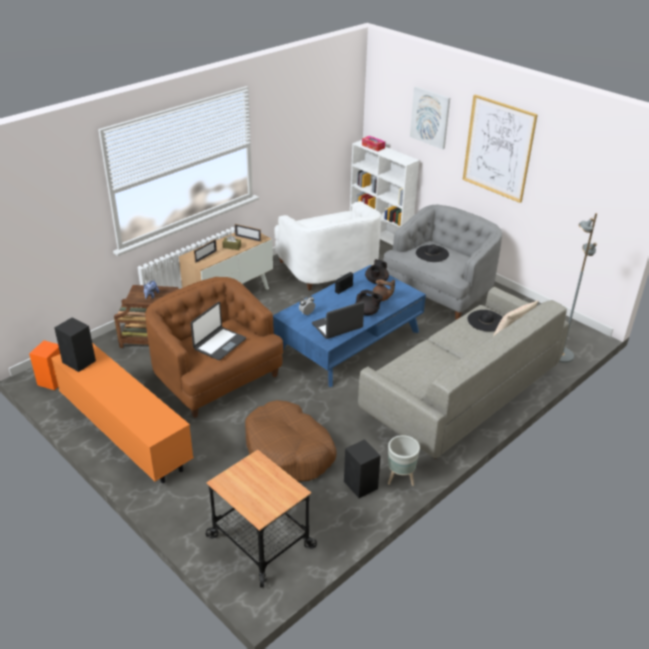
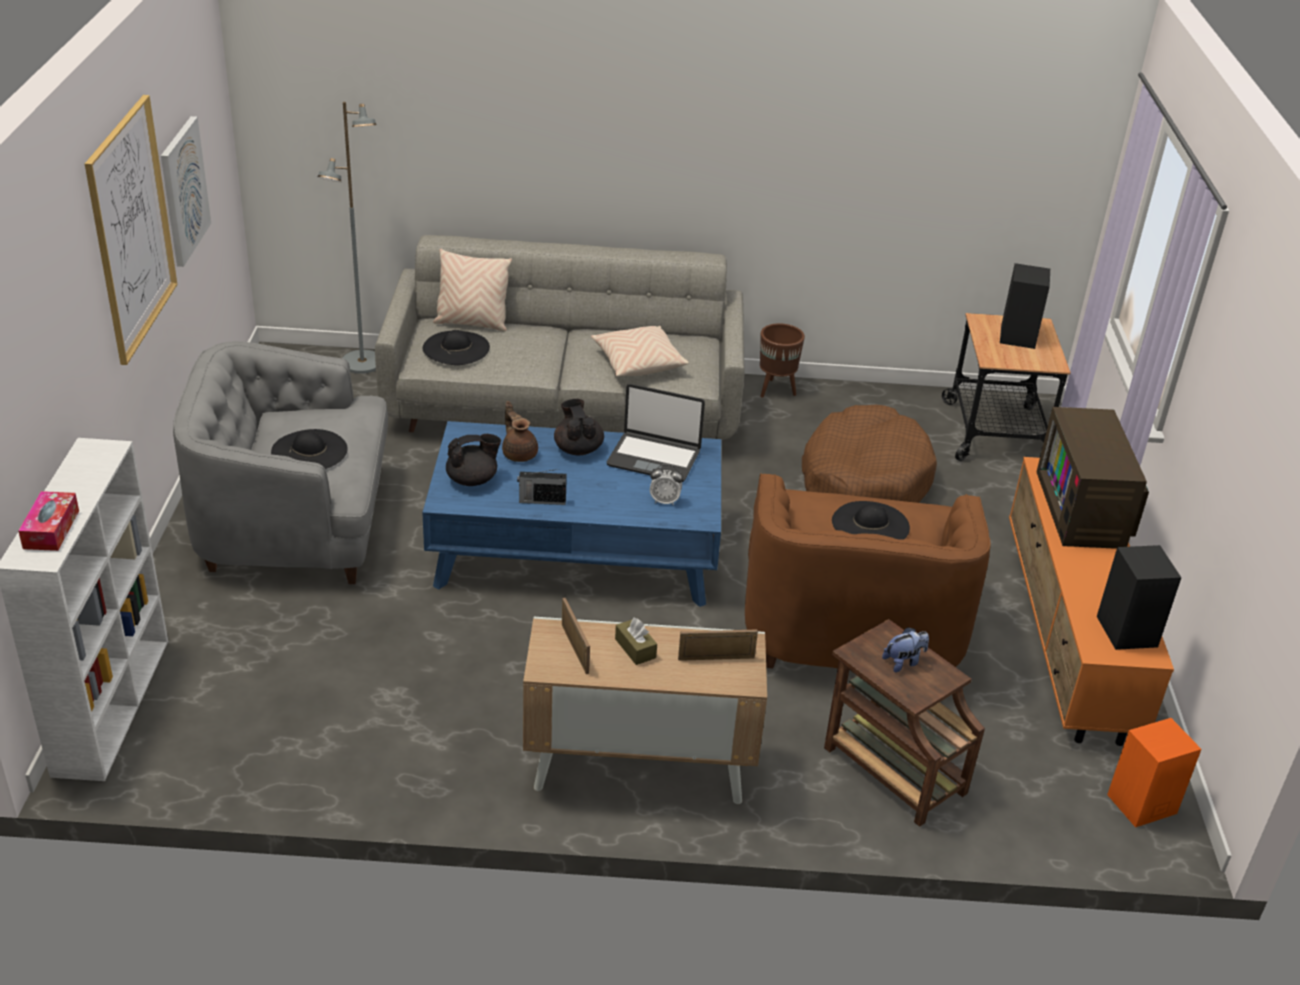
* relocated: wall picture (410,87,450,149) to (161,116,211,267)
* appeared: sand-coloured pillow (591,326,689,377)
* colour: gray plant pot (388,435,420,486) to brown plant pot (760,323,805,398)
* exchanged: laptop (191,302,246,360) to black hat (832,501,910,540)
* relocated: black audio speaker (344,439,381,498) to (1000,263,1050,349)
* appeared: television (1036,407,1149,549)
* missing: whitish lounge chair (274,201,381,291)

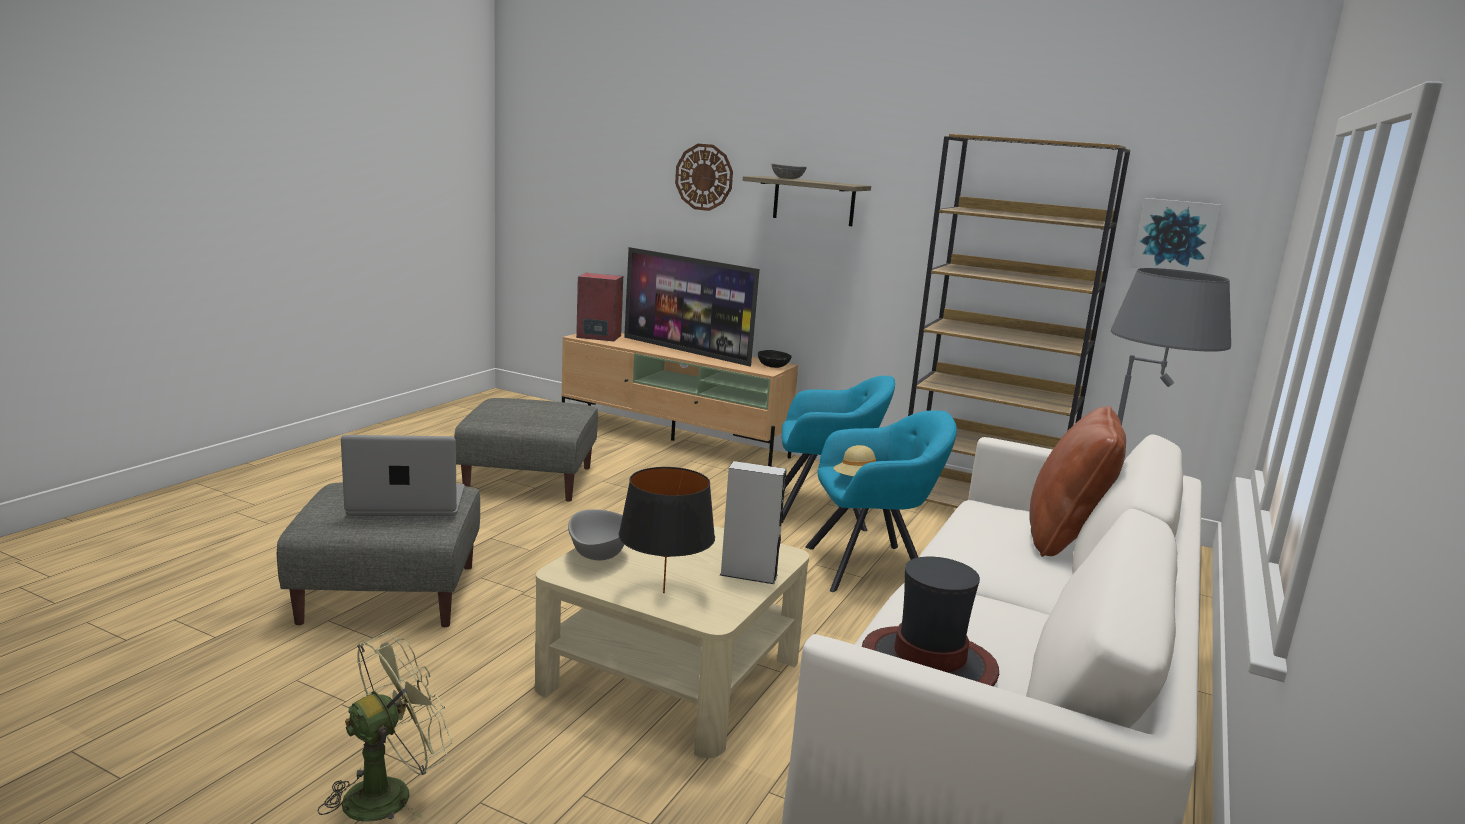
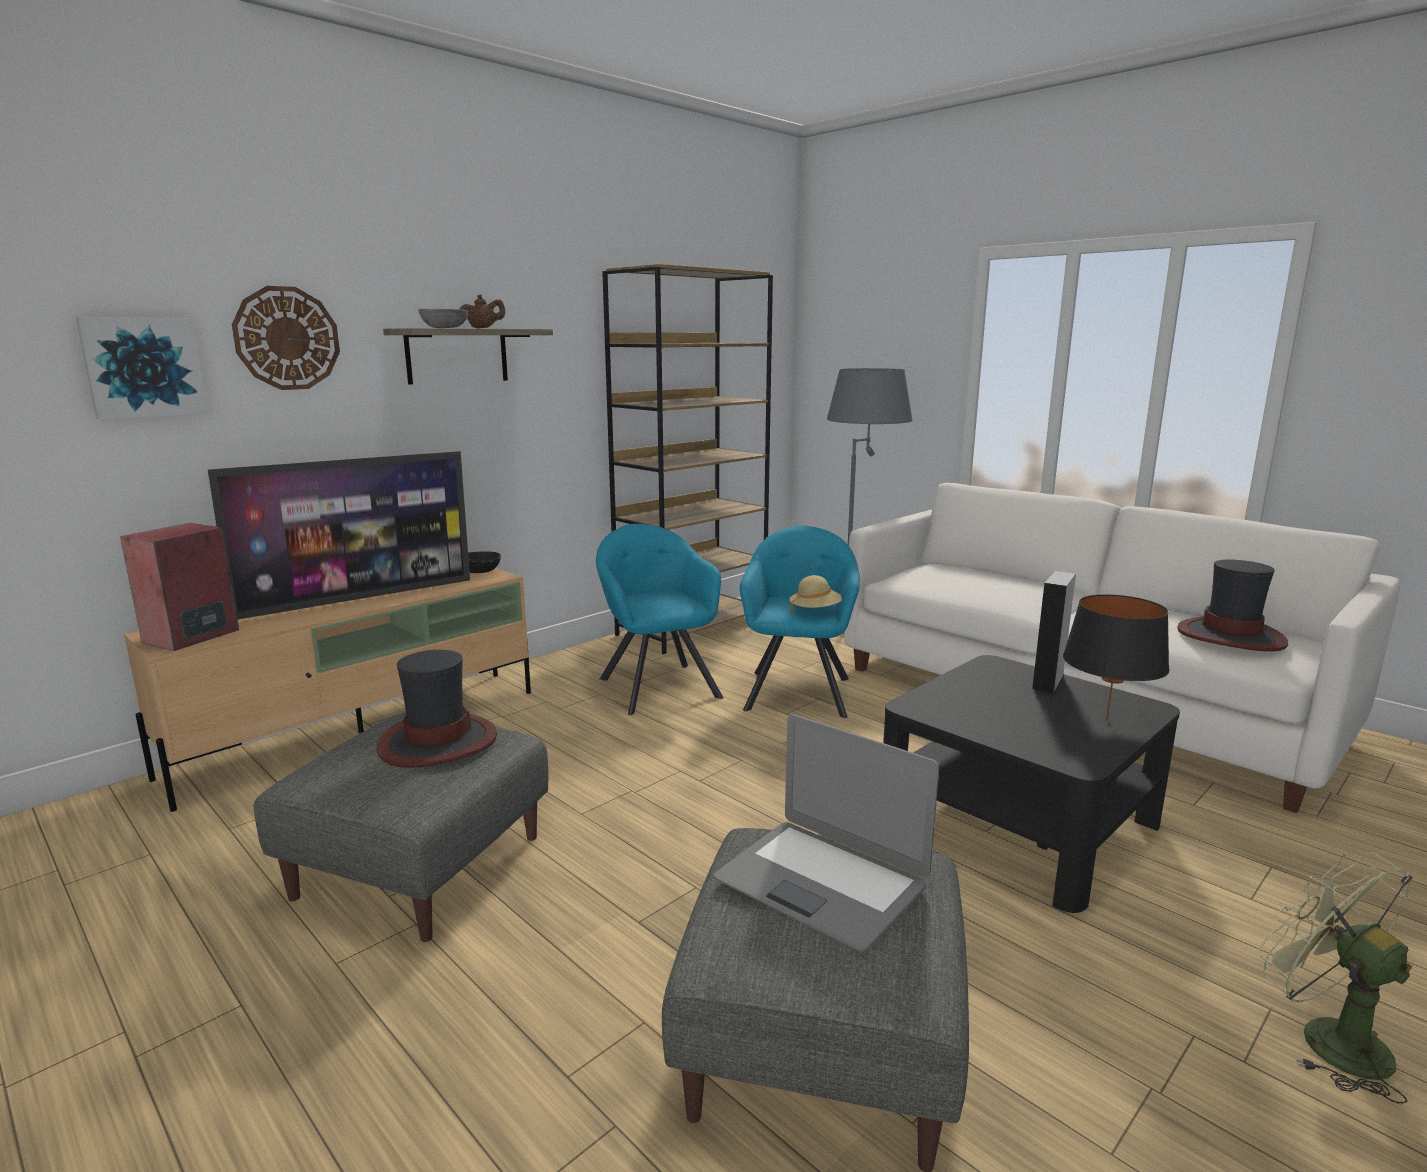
* relocated: wall picture (1132,198,1221,274) to (76,317,208,420)
* appeared: hat (376,650,497,768)
* appeared: brown pot for tea (459,295,505,329)
* spun: turquoise-coloured lounge chair (782,376,895,531) = (596,524,724,715) 45 degrees counterclockwise
* spun: laptop (341,435,465,516) = (714,714,939,952) 60 degrees counterclockwise
* colour: sand-coloured coffee table (535,526,809,758) to black coffee table (883,655,1180,913)
* missing: gray bowl (568,509,624,560)
* missing: brown pillow (1029,406,1126,557)

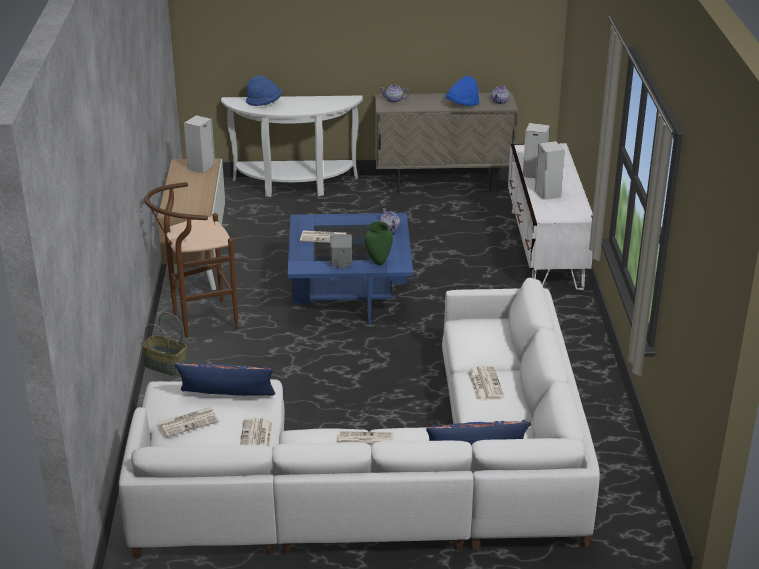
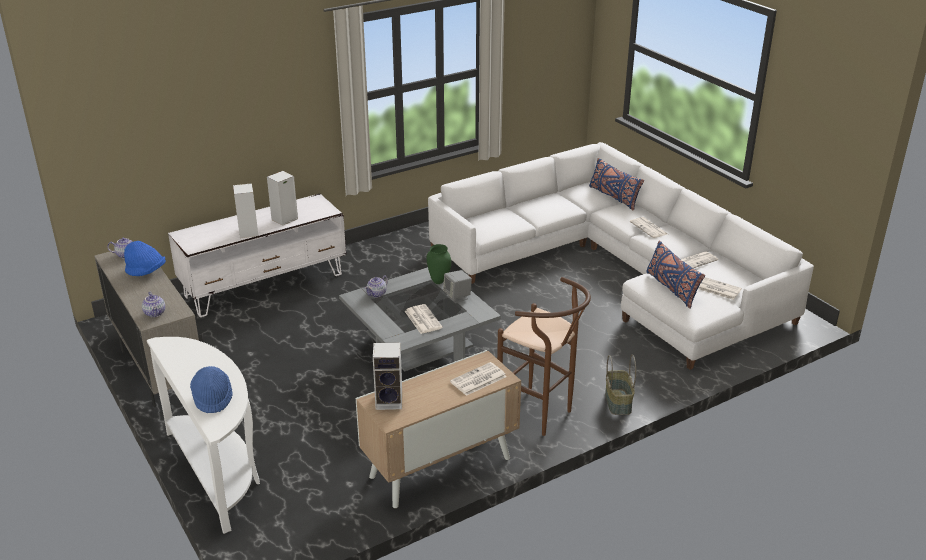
* colour: bluish coffee table (288,213,413,324) to gray coffee table (339,267,501,372)
* relocated: daily paper (468,366,505,401) to (450,362,507,396)

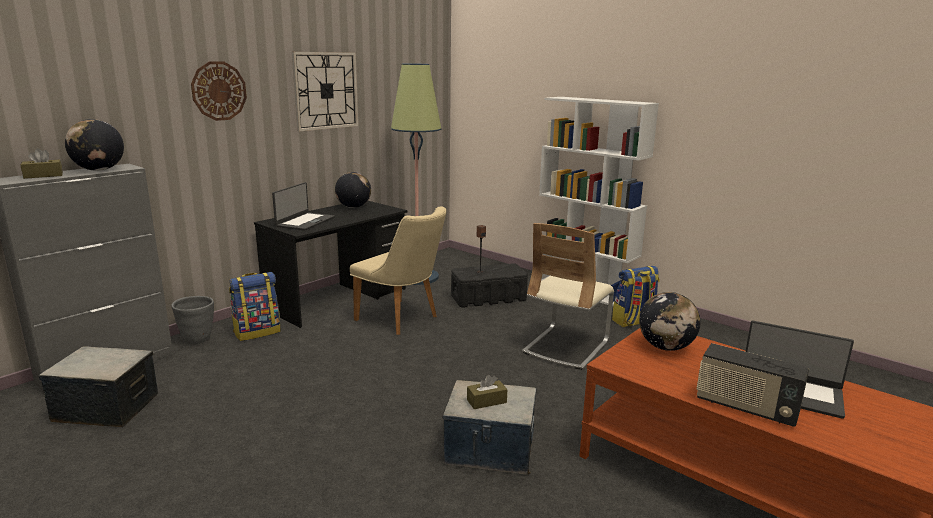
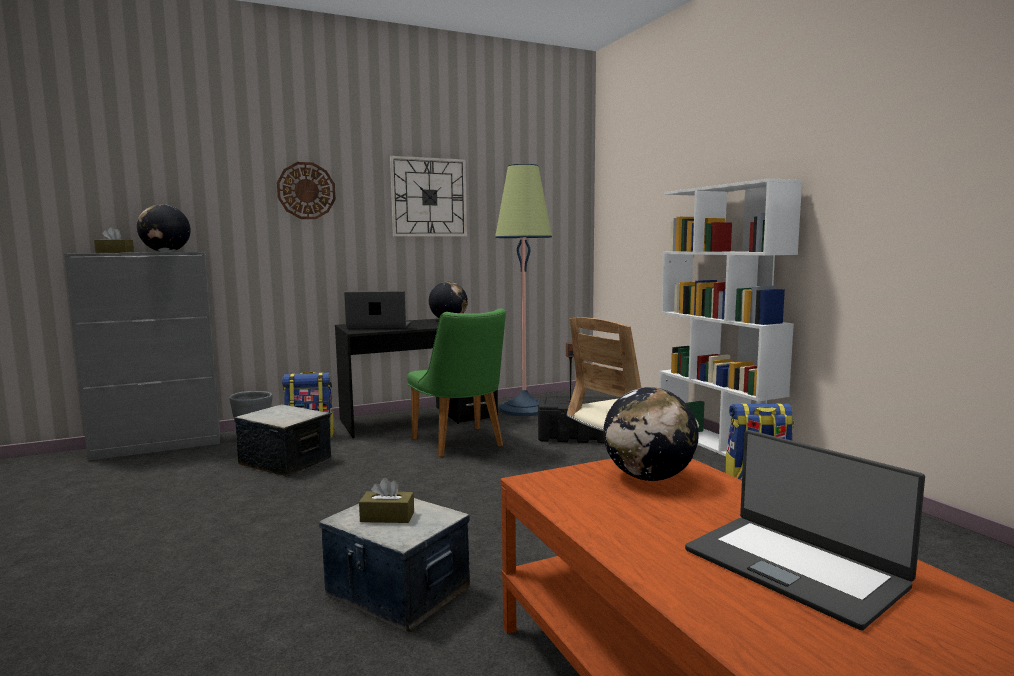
* relocated: storage container (39,346,158,427) to (234,404,331,477)
* spun: laptop (272,182,335,231) = (344,291,411,329) 135 degrees counterclockwise
* colour: sand-coloured upright chair (350,206,446,335) to green-coloured upright chair (407,308,506,457)
* missing: radio set (696,343,809,427)

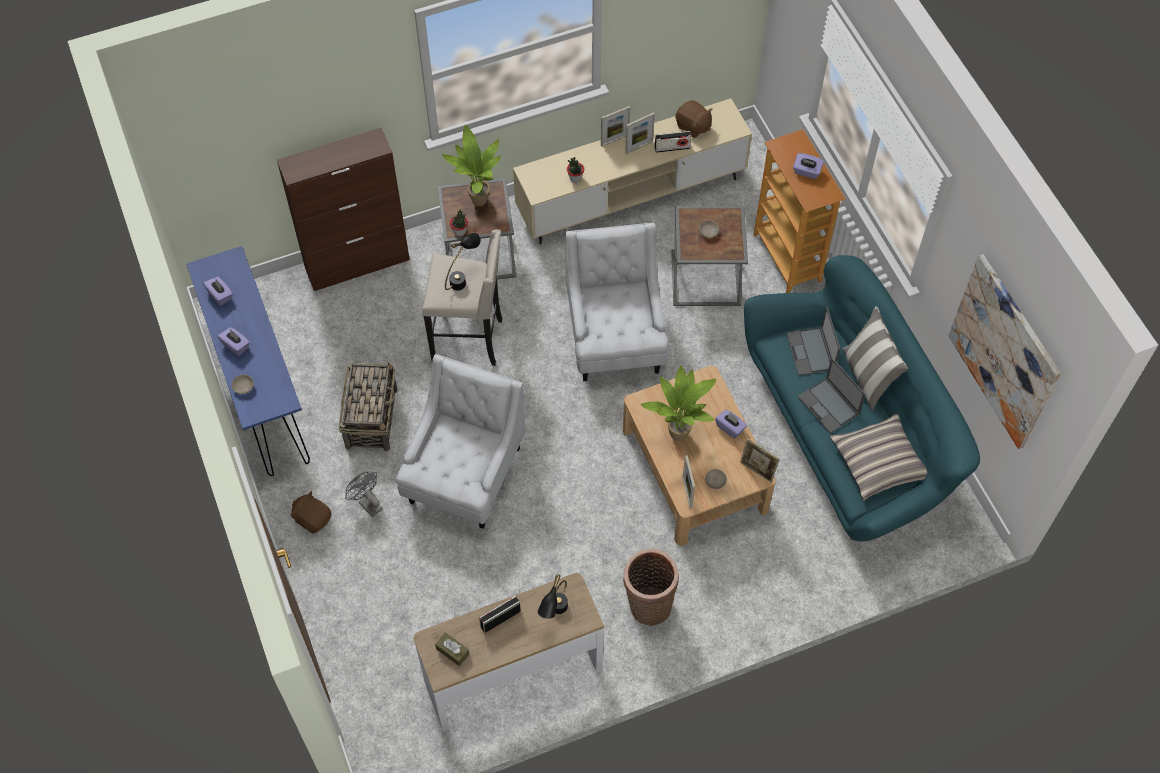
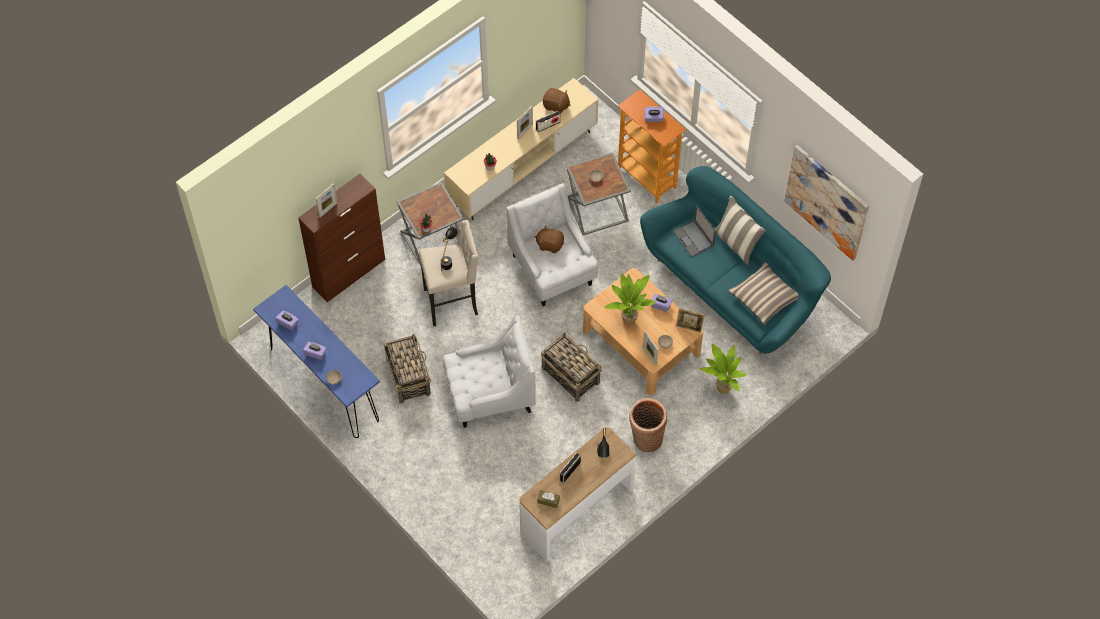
* relocated: picture frame (601,106,630,147) to (316,183,338,218)
* spun: whitish lounge chair (396,354,526,529) = (443,315,536,428) 75 degrees clockwise
* relocated: brown plush toy (290,491,332,534) to (535,225,564,253)
* appeared: basket (541,332,602,402)
* relocated: plant in a pot (442,125,501,206) to (700,343,746,394)
* missing: gray fan (345,472,383,517)
* missing: laptop (797,358,866,433)

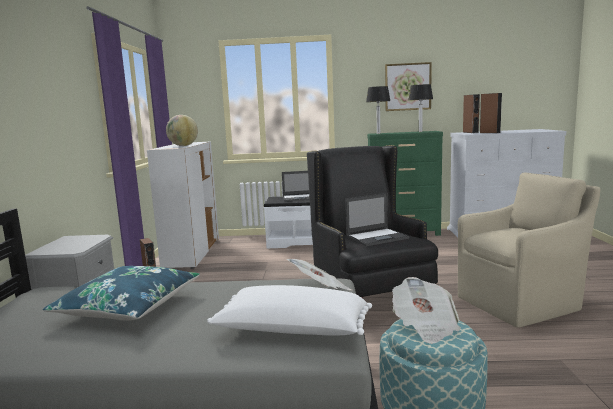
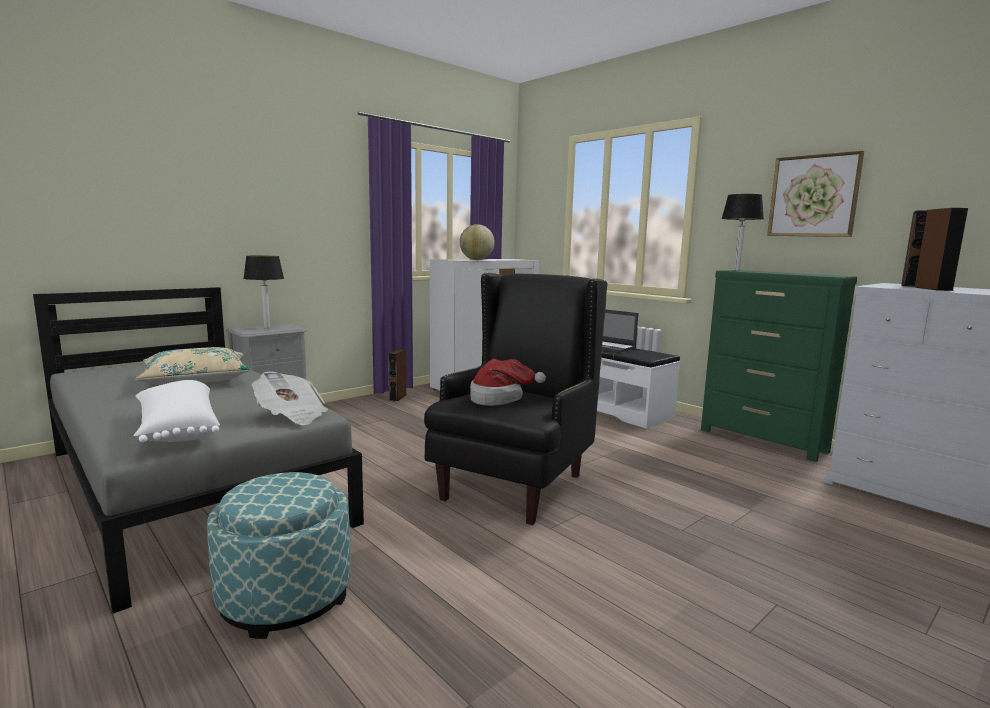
* colour: bluish pillow (42,266,200,321) to sand-coloured pillow (135,347,251,385)
* relocated: tabletop lamp (409,84,433,132) to (243,255,284,328)
* exchanged: laptop (345,193,409,246) to hat (470,359,546,406)
* missing: daily paper (392,277,461,344)
* missing: sand-coloured lounge chair (458,173,600,328)

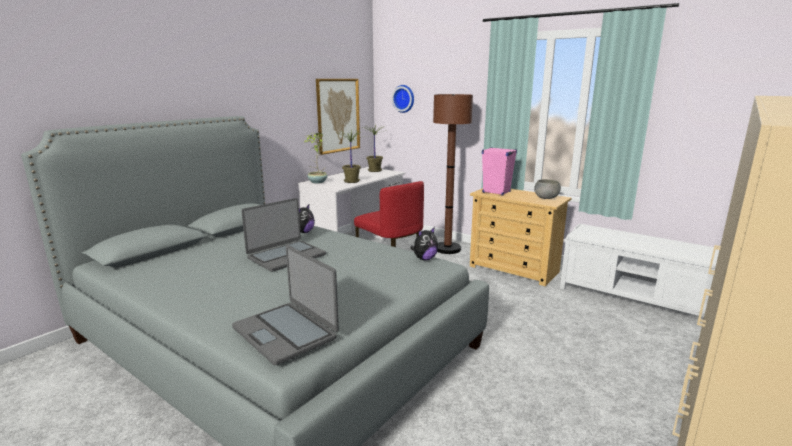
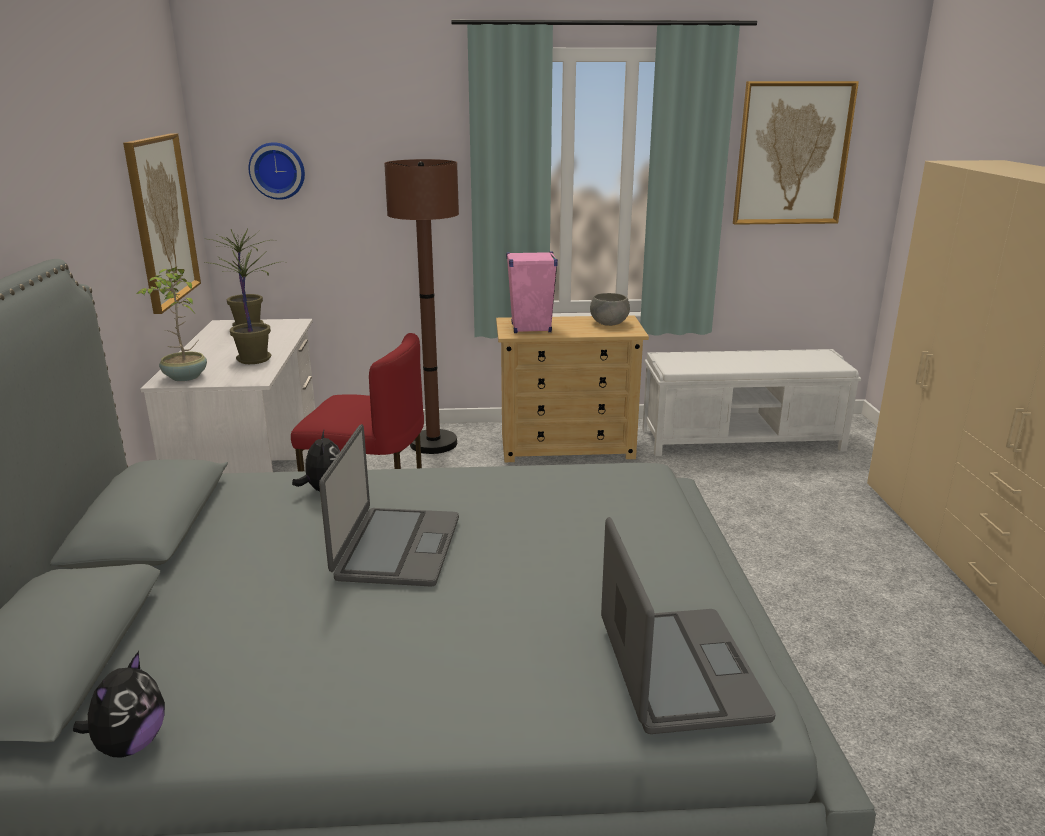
* relocated: plush toy (410,227,438,260) to (73,651,165,758)
* spun: laptop (232,245,339,366) = (601,517,776,734) 105 degrees counterclockwise
* appeared: wall picture (733,81,859,225)

